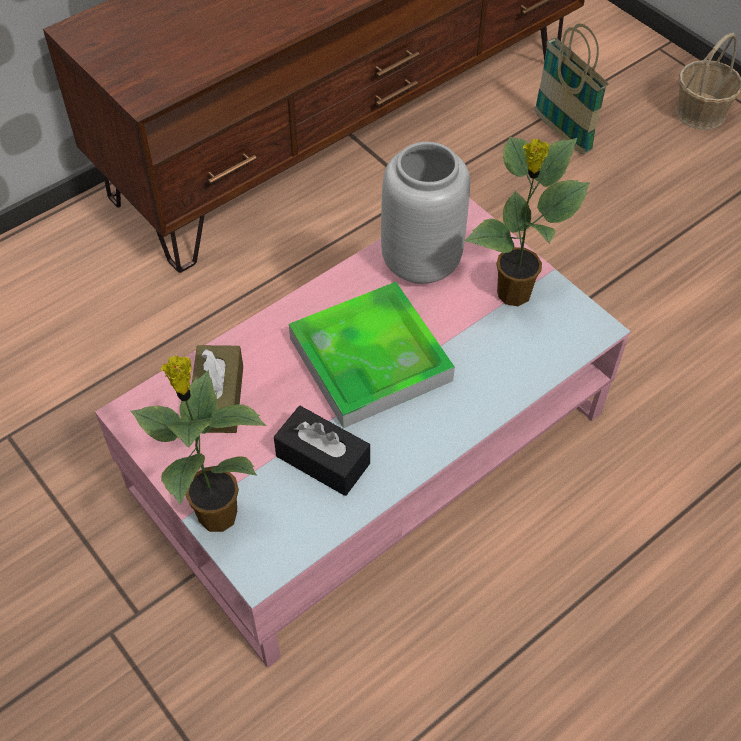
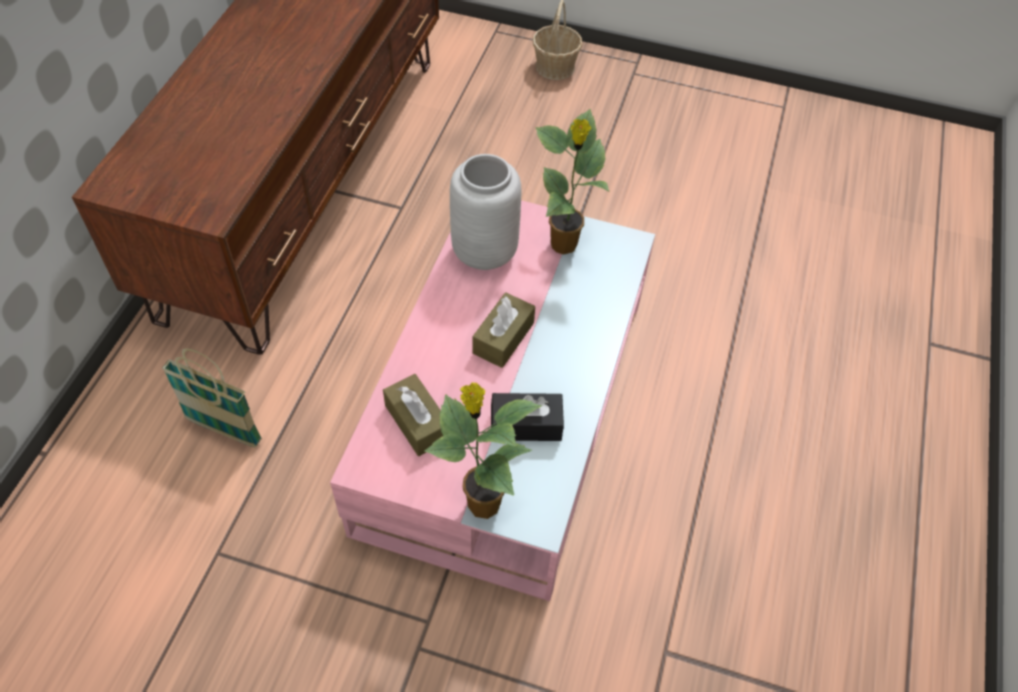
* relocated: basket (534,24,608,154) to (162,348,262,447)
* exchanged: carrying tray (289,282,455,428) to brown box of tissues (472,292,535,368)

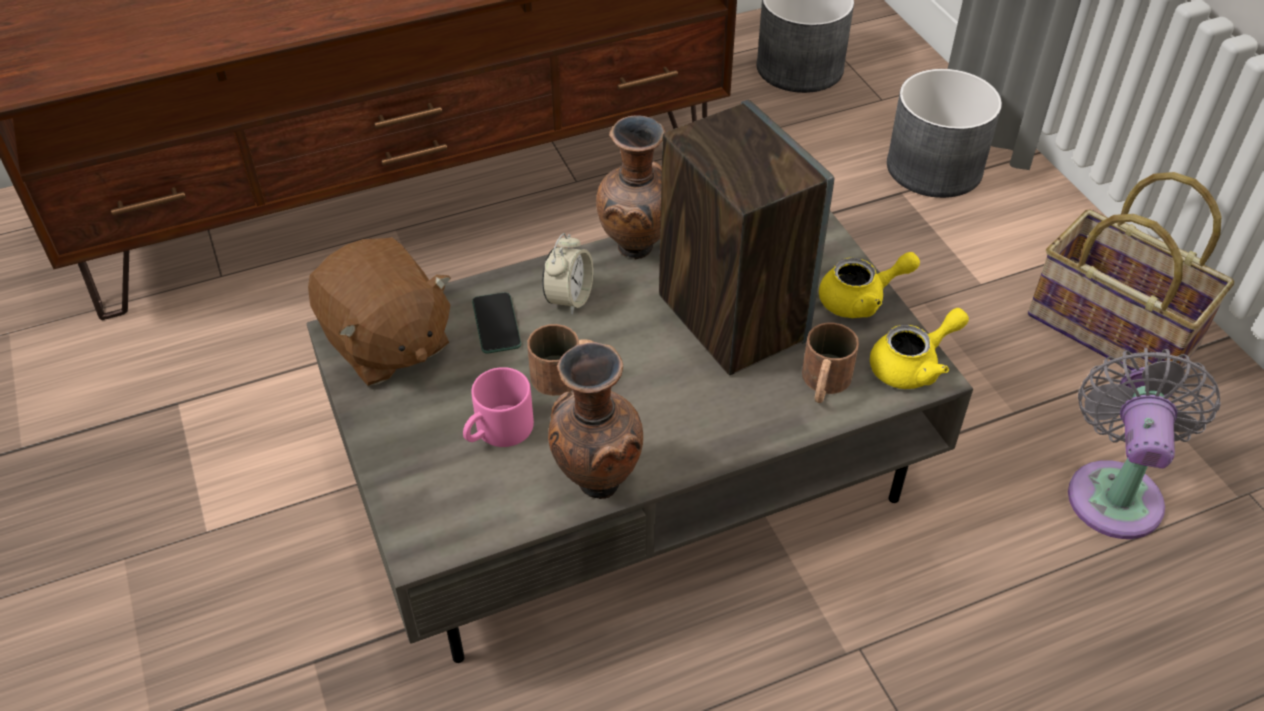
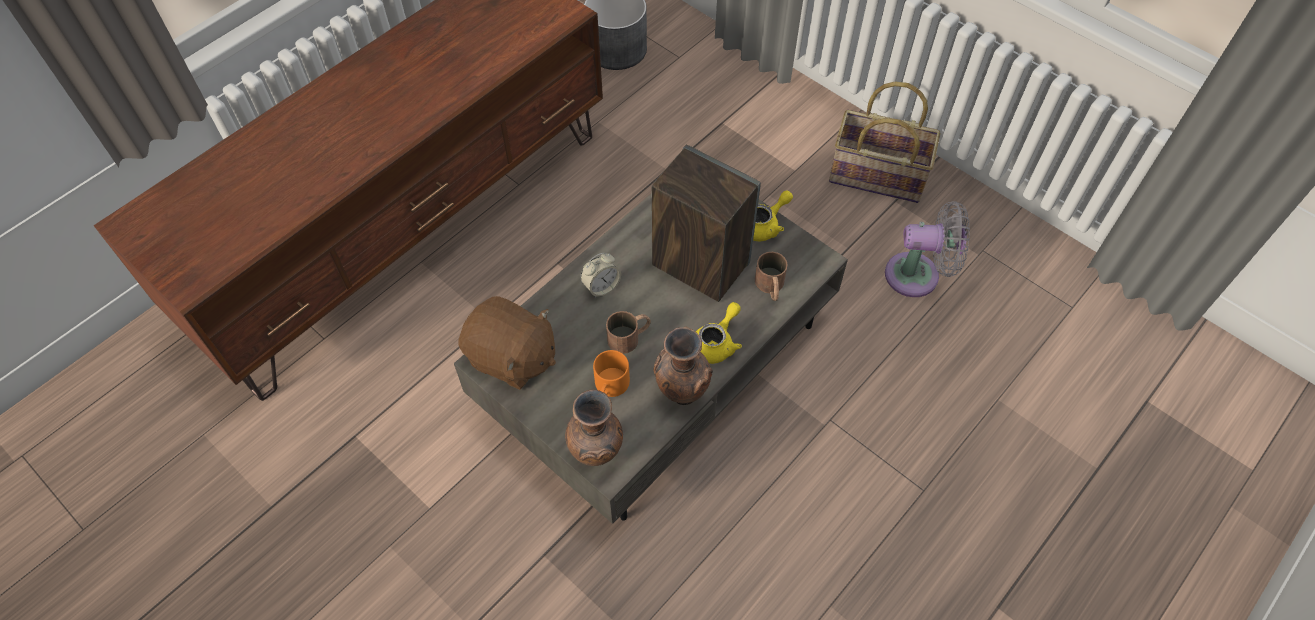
* relocated: brown flower vase (596,116,665,259) to (565,390,623,466)
* spun: bedside clock (542,233,594,315) = (581,252,621,297) 60 degrees clockwise
* colour: pink mug (463,367,534,447) to orange-coloured mug (593,350,630,397)
* relocated: yellow pot for tea (870,308,969,389) to (696,302,742,364)
* spun: gray fan (1068,348,1221,539) = (885,201,970,297) 105 degrees clockwise
* missing: phone (472,292,521,354)
* missing: gray plant pot (887,69,1002,198)

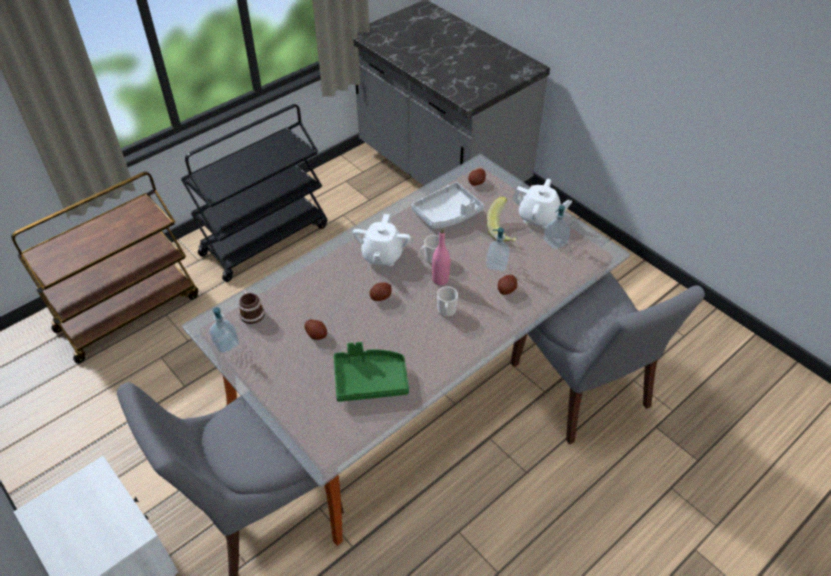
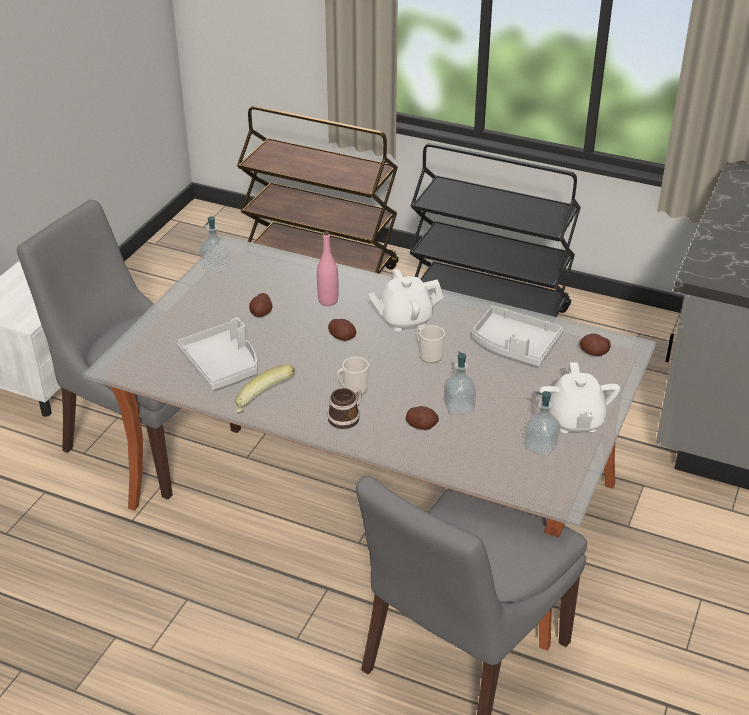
* colour: green-coloured carrying tray (333,342,409,402) to gray carrying tray (177,318,257,390)
* relocated: banana fruit (486,197,516,242) to (235,364,295,413)
* relocated: pink bottle (432,229,450,285) to (317,231,338,306)
* relocated: mug (238,290,265,324) to (328,388,362,429)

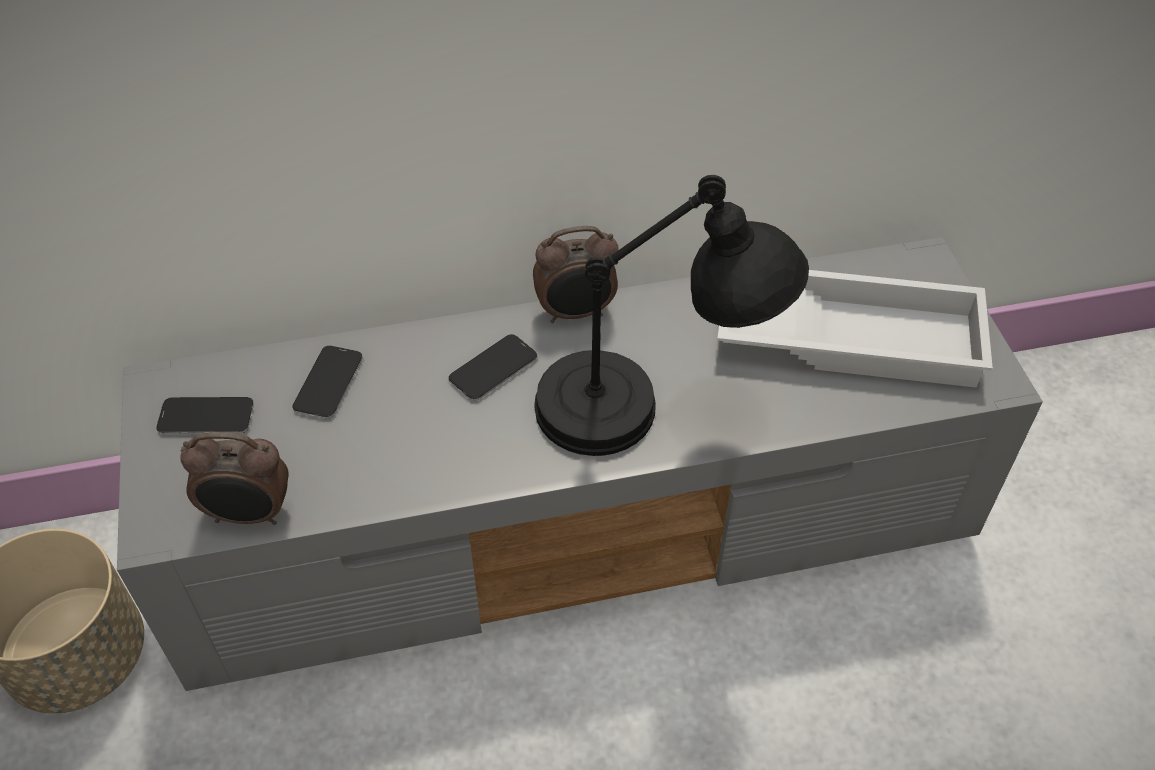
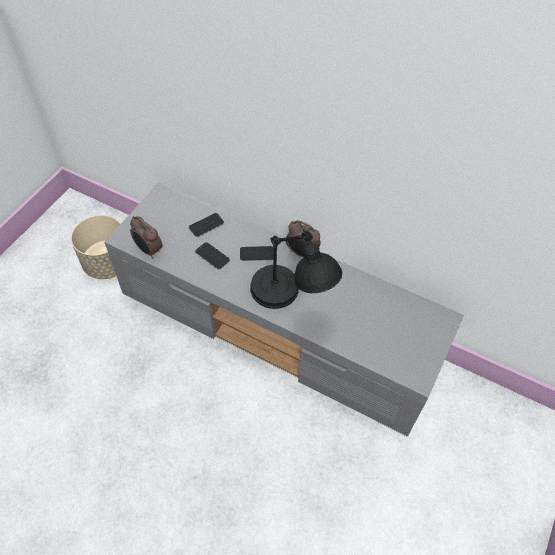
* relocated: phone (156,397,254,434) to (195,242,230,270)
* missing: whitish carrying tray (717,270,993,388)

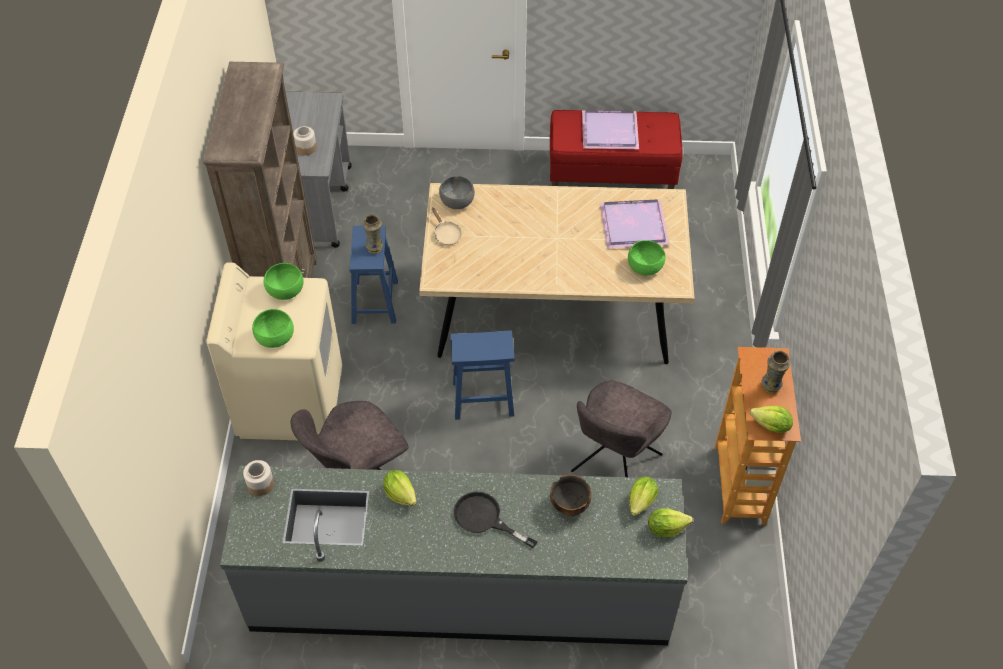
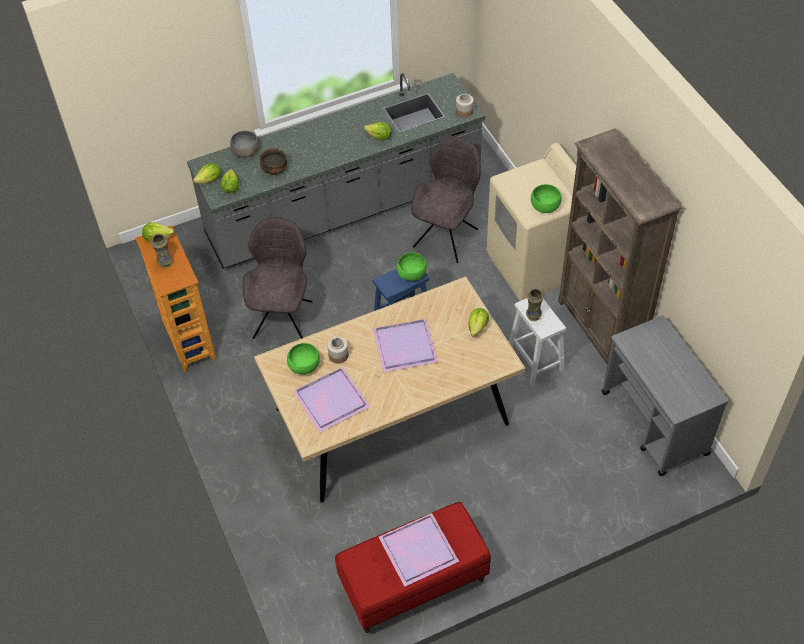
* relocated: gray bowl (439,176,475,209) to (230,131,259,158)
* relocated: storage jar (293,126,317,155) to (327,336,349,364)
* appeared: purplish carrying tray (372,319,438,372)
* relocated: green-coloured bowl (252,309,294,348) to (397,252,427,281)
* exchanged: sand-coloured pan (432,207,462,245) to lettuce head (468,308,489,337)
* colour: bluish sitting stool (350,225,398,324) to whitish sitting stool (509,298,566,385)
* missing: black pan (454,491,537,548)

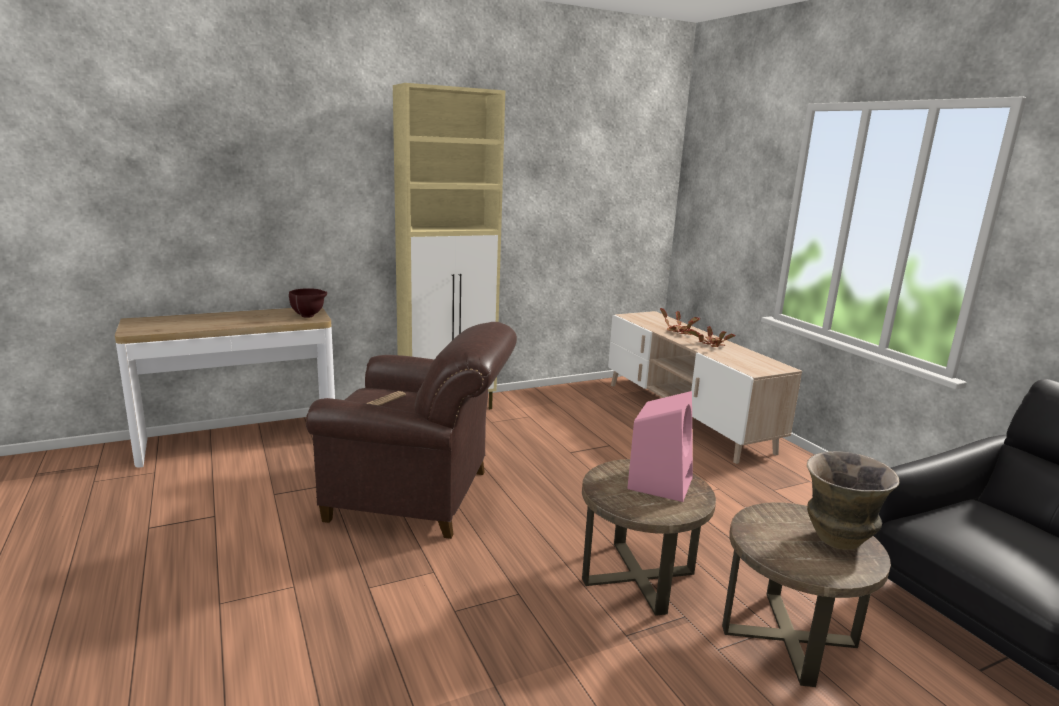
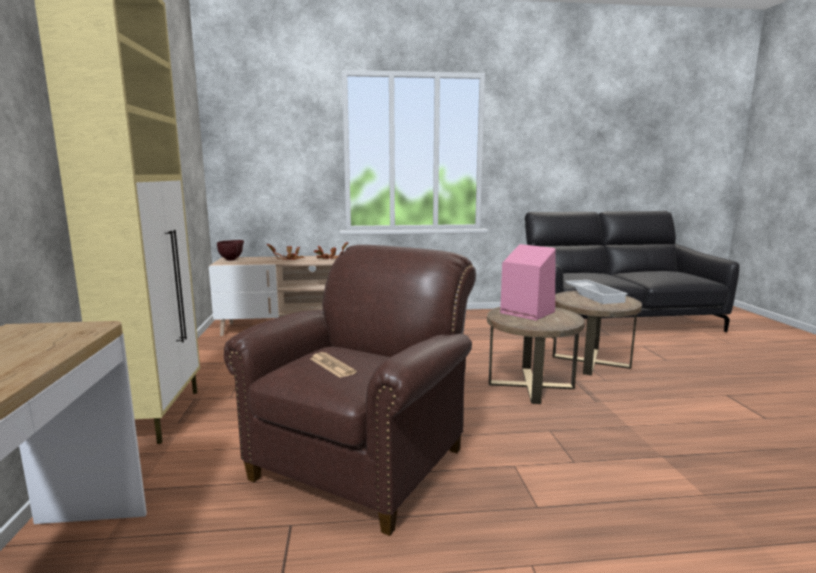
* relocated: brown bowl (289,288,327,318) to (217,240,244,261)
* exchanged: flower vase (807,451,899,550) to whitish carrying tray (565,280,628,304)

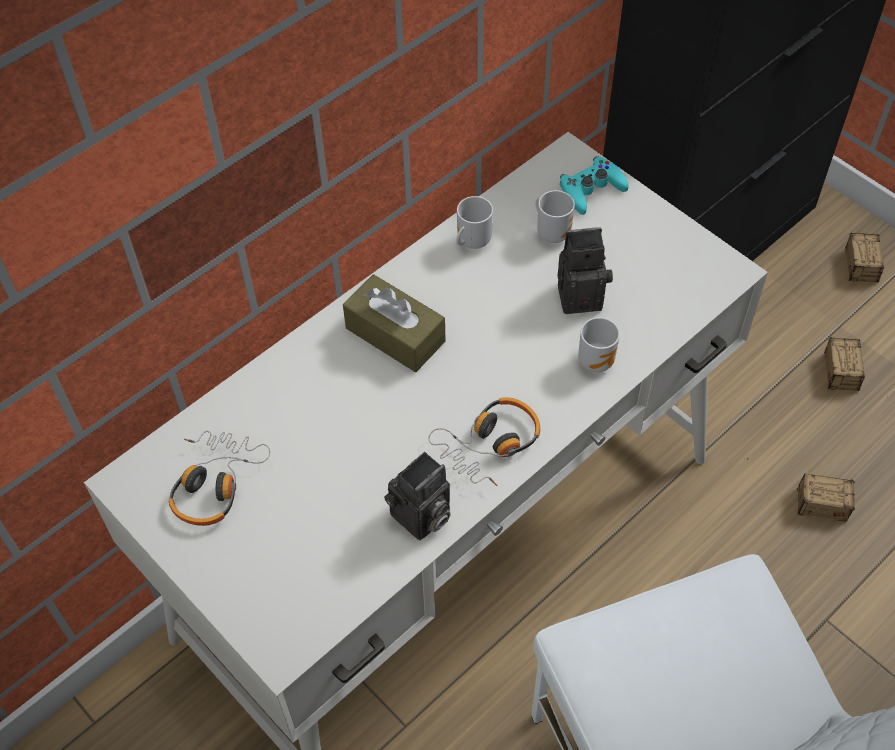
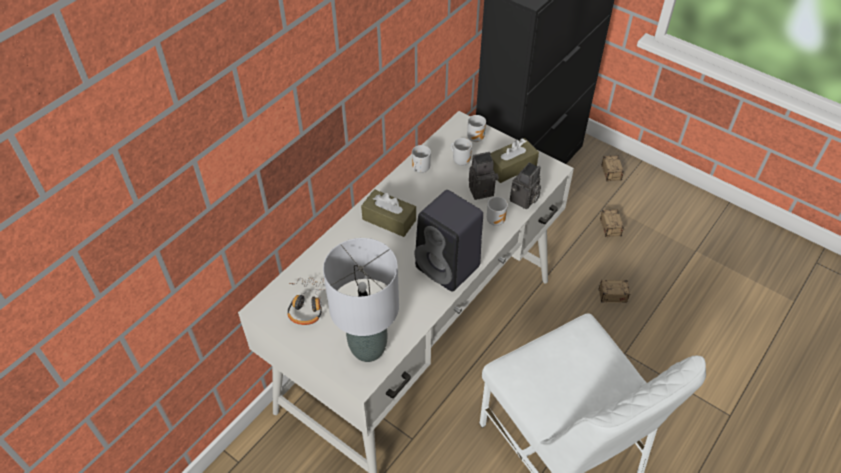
* appeared: gray tabletop lamp (323,238,399,362)
* exchanged: pair of headphones (429,398,540,486) to black audio speaker (414,190,483,292)
* exchanged: turquoise-coloured gamepad (560,156,629,215) to mug (467,115,486,142)
* appeared: brown box of tissues (490,138,539,183)
* relocated: still camera (384,452,451,540) to (510,162,541,209)

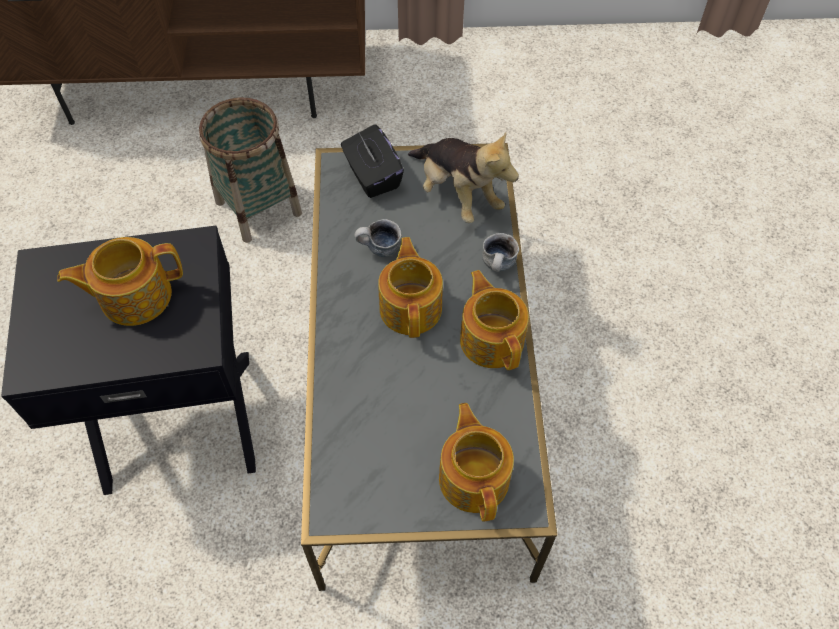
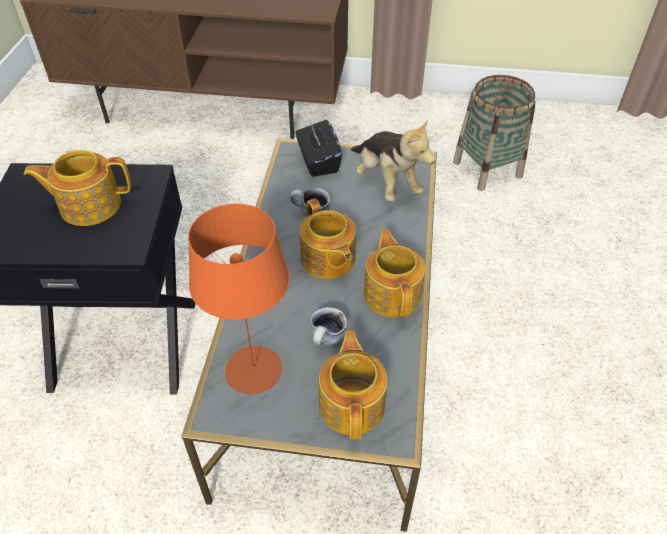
* appeared: orange-coloured tabletop lamp (188,203,290,395)
* spun: pot for tea (378,237,443,338) = (300,199,356,279) 150 degrees clockwise
* relocated: mug (482,233,519,272) to (311,307,347,346)
* relocated: basket (199,98,302,243) to (453,75,536,191)

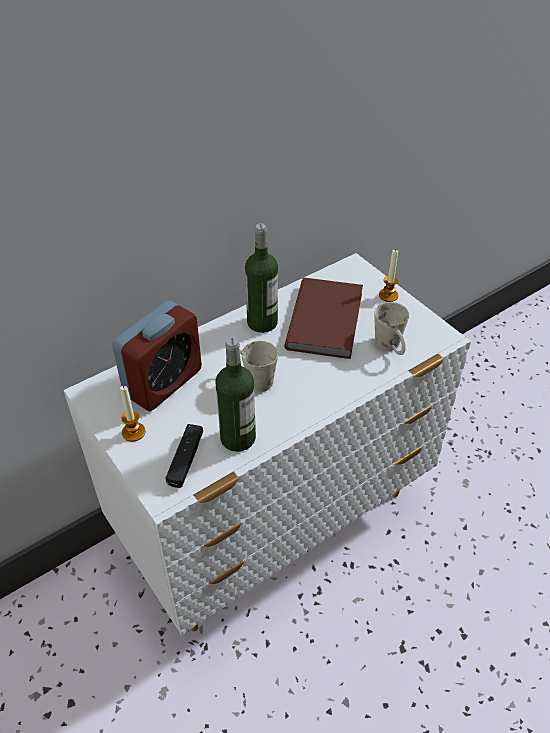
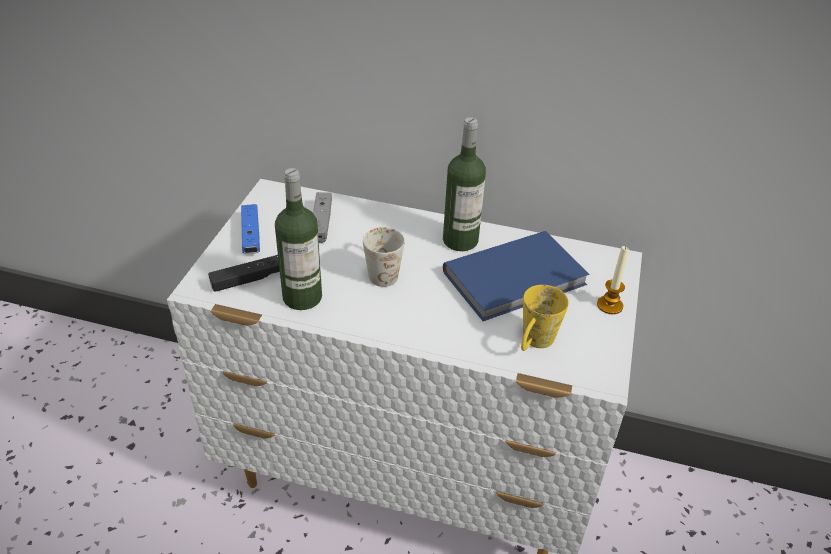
* exchanged: candle (120,386,145,442) to bluish gamepad (241,204,260,254)
* exchanged: bedside clock (112,301,202,411) to gray gamepad (313,192,332,243)
* colour: brown bound book (285,278,363,359) to bluish bound book (443,231,590,321)
* colour: whitish mug (374,302,409,355) to yellow mug (521,285,569,351)

